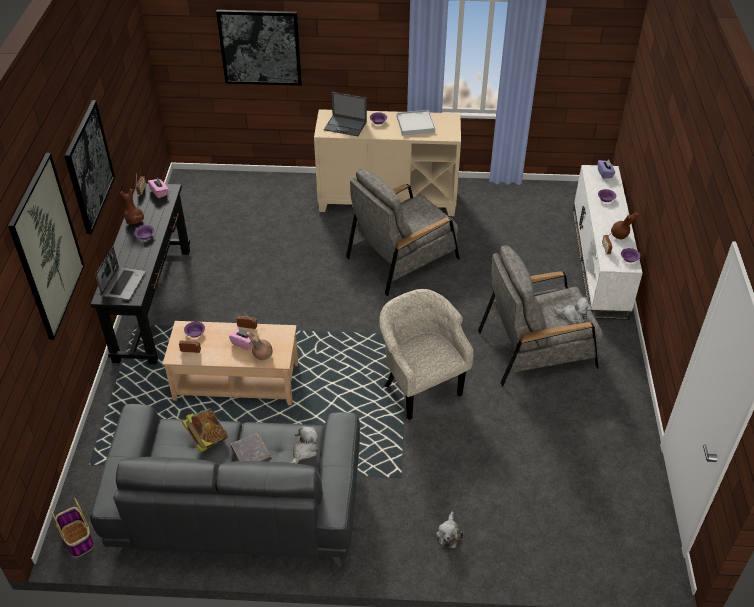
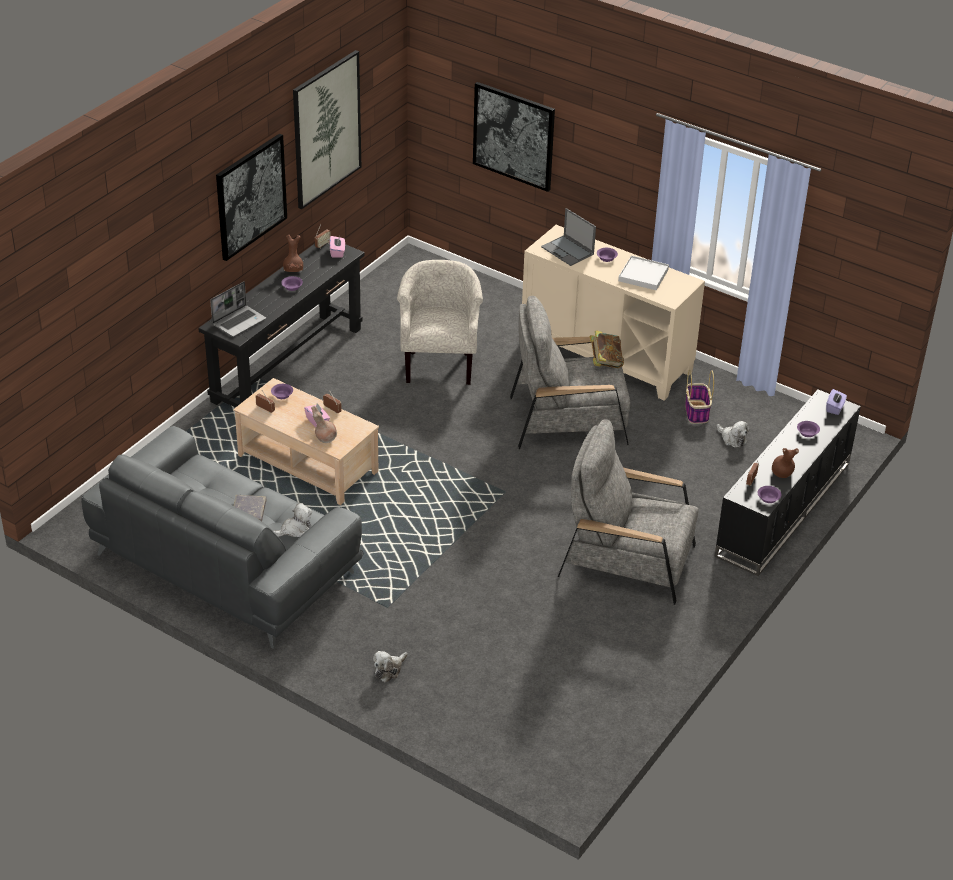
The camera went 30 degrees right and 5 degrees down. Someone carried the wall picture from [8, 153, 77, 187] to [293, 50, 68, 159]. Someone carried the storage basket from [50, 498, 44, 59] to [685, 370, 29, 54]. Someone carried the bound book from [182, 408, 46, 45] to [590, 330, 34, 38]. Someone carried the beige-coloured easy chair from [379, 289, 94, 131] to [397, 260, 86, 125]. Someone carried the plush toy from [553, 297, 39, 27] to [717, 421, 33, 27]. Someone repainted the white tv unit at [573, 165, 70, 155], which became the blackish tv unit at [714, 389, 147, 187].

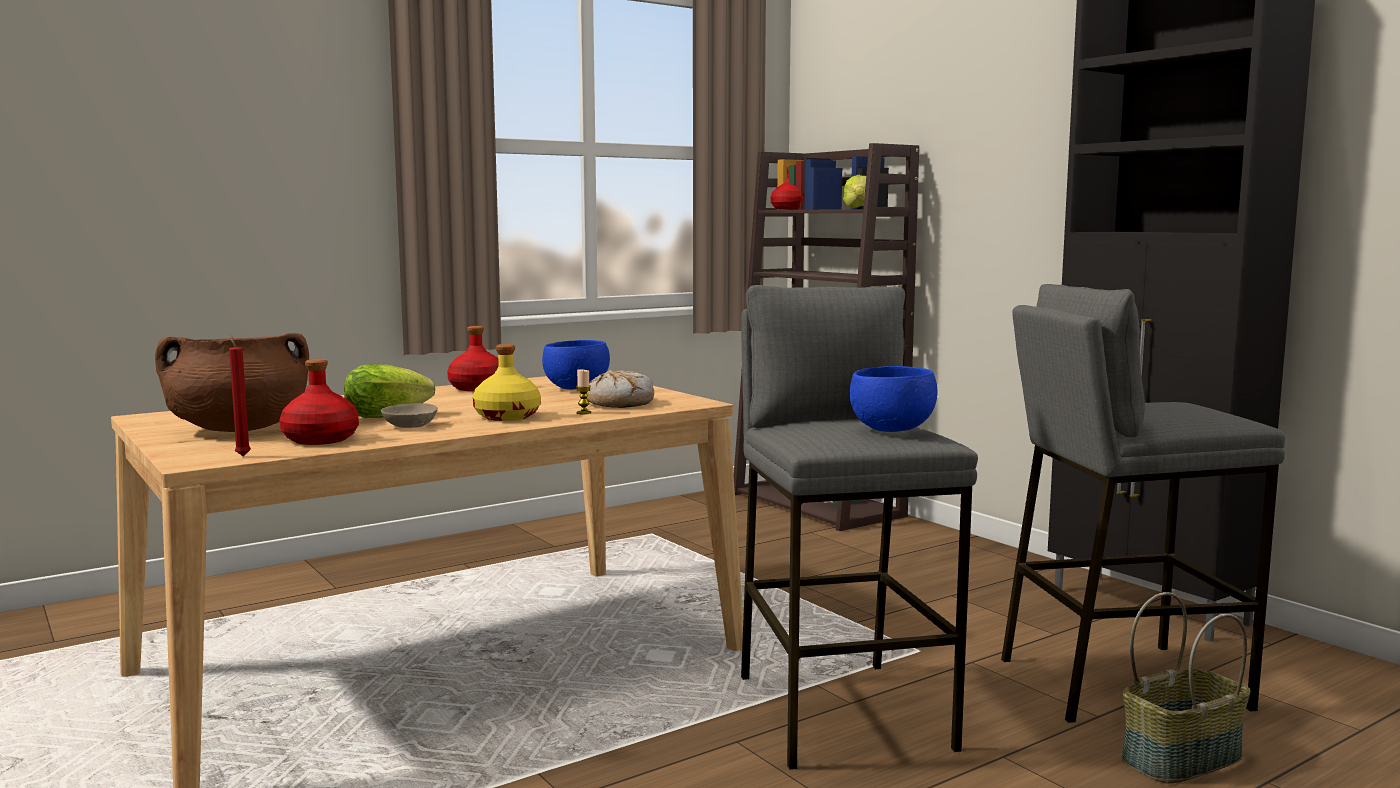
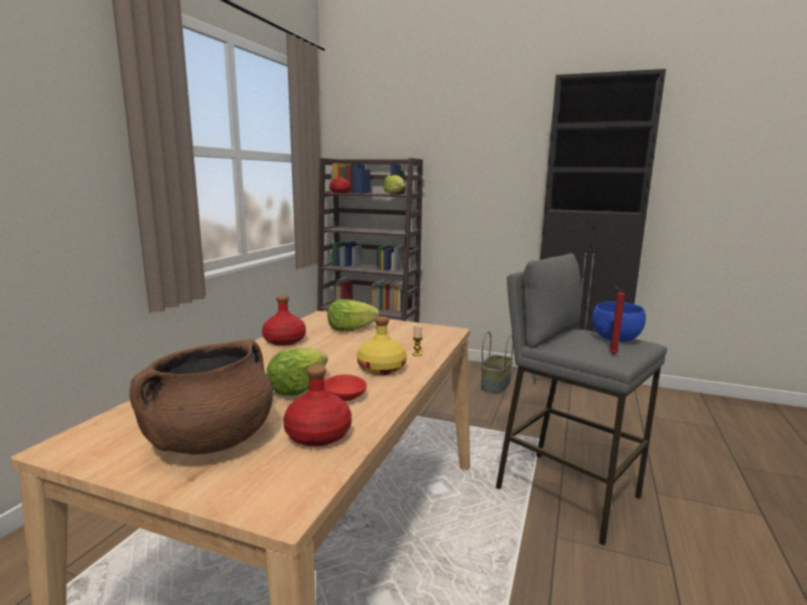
The camera went 35 degrees left and 5 degrees up. Someone carried the red-coloured wax candle from [229, 335, 22, 121] to [609, 286, 16, 69]. Someone repainted the beige-coloured serving bowl at [381, 403, 57, 25], which became the red-coloured serving bowl at [324, 375, 43, 26]. Someone swapped the blue serving bowl at [542, 340, 68, 50] for the lettuce head at [327, 299, 52, 32]. Someone took away the bread at [587, 370, 67, 38]. Someone took away the gray stool seat at [1001, 284, 284, 439]. Someone carried the storage basket from [1122, 592, 129, 192] to [481, 331, 32, 63].

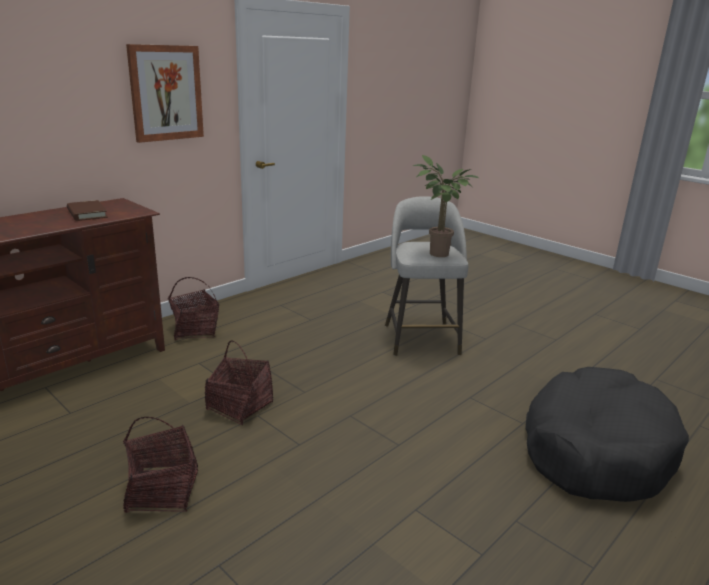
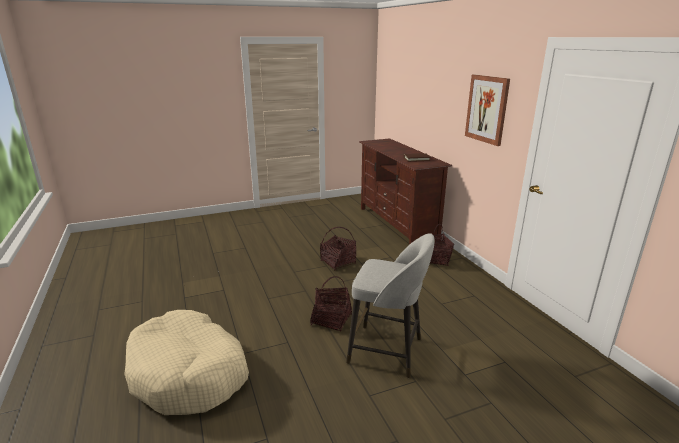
The camera went 115 degrees right and 0 degrees up. Someone carried the storage basket from [123, 417, 75, 96] to [310, 276, 42, 56]. Someone took away the potted plant at [413, 155, 66, 102]. Someone repainted the blackish dog cushion at [525, 367, 164, 135], which became the beige-coloured dog cushion at [125, 310, 124, 105].

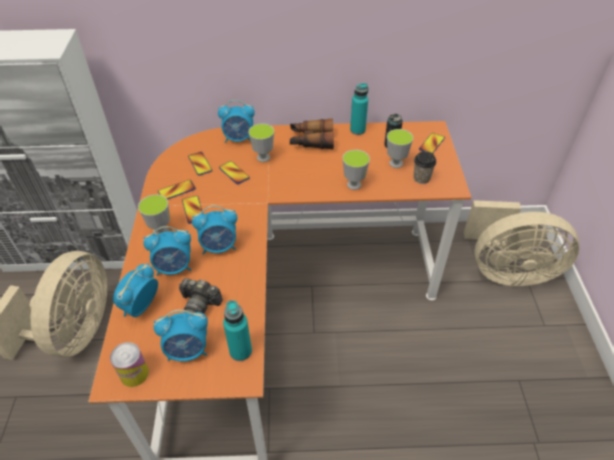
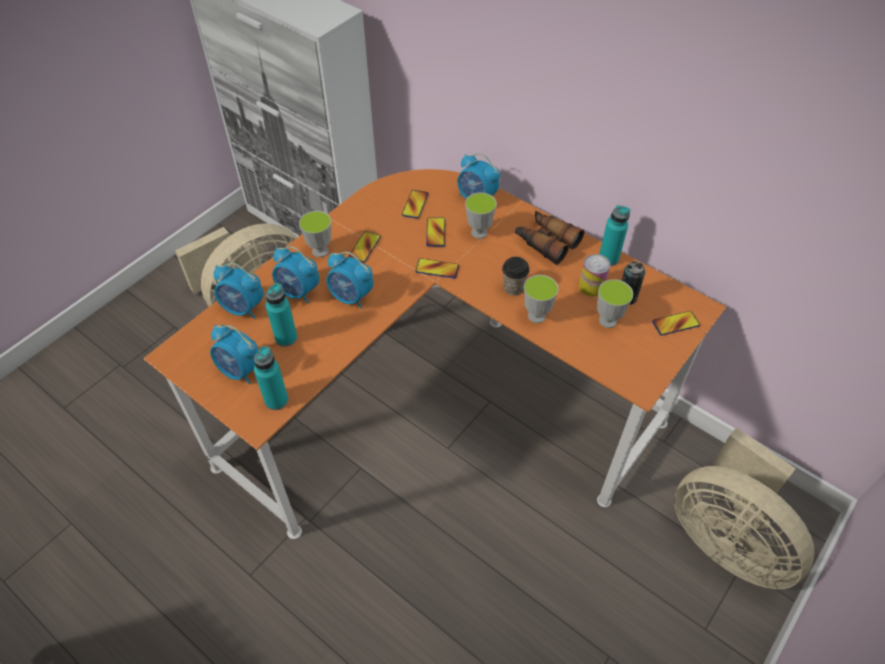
The camera went 40 degrees right and 5 degrees up. Someone carried the metal can from [110, 342, 39, 45] to [579, 254, 31, 43]. Someone rotated the table clock at [113, 263, 45, 54] by 135 degrees counterclockwise. Someone carried the telephone from [158, 180, 38, 19] to [415, 258, 44, 21]. Someone swapped the still camera at [179, 278, 44, 36] for the turquoise-coloured drink bottle at [266, 283, 31, 64]. Someone carried the drinking cup from [413, 152, 23, 32] to [502, 257, 28, 38].

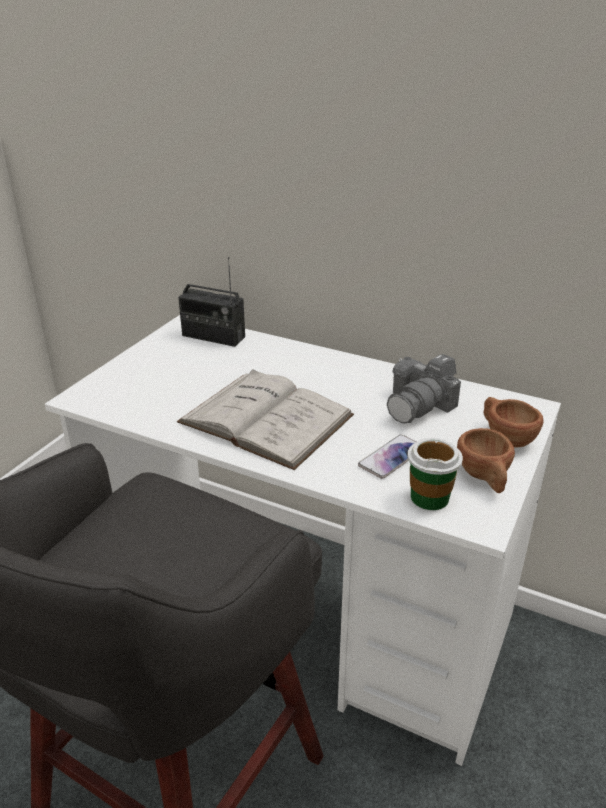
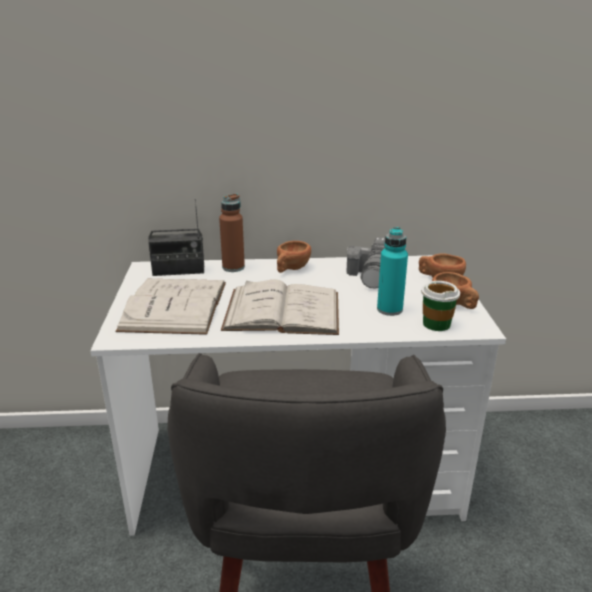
The camera went 30 degrees left and 5 degrees down. Someone swapped the telephone at [358, 435, 58, 44] for the turquoise-coloured drink bottle at [377, 227, 31, 89]. Someone put down the white bound book at [115, 279, 111, 56]. Someone put down the brown-coloured drink bottle at [219, 194, 26, 78]. Someone put down the brown-coloured drinking cup at [277, 241, 34, 32].

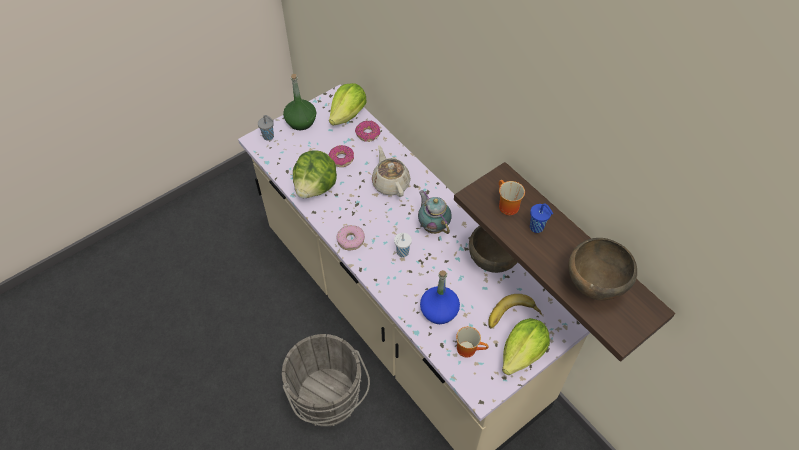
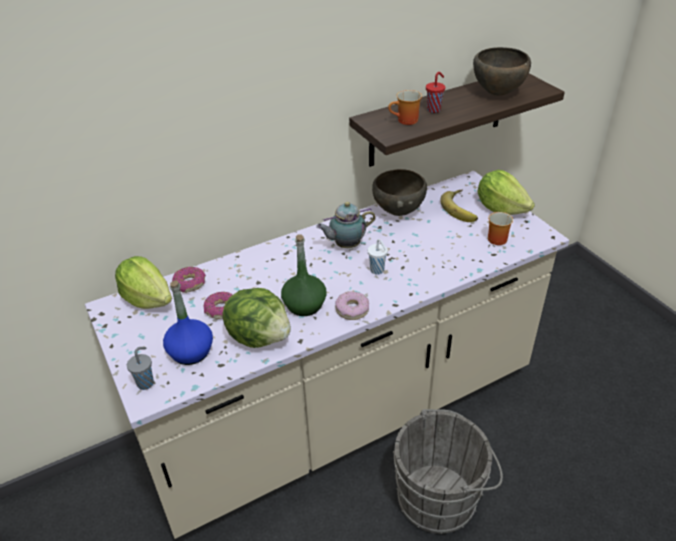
The camera went 80 degrees left and 15 degrees down. Someone carried the green-coloured drink bottle from [283, 74, 33, 56] to [281, 235, 46, 81]. Someone took away the beige-coloured tea pot at [372, 145, 39, 52]. Someone carried the blue drink bottle from [420, 270, 40, 54] to [163, 280, 50, 85]. Someone repainted the blue drinking cup at [530, 203, 23, 30], which became the red-coloured drinking cup at [426, 72, 20, 41].

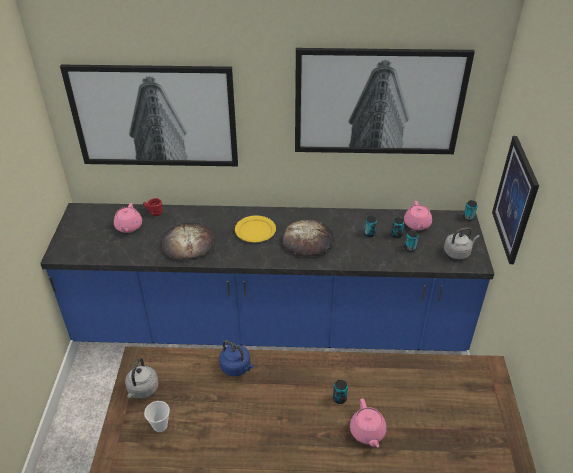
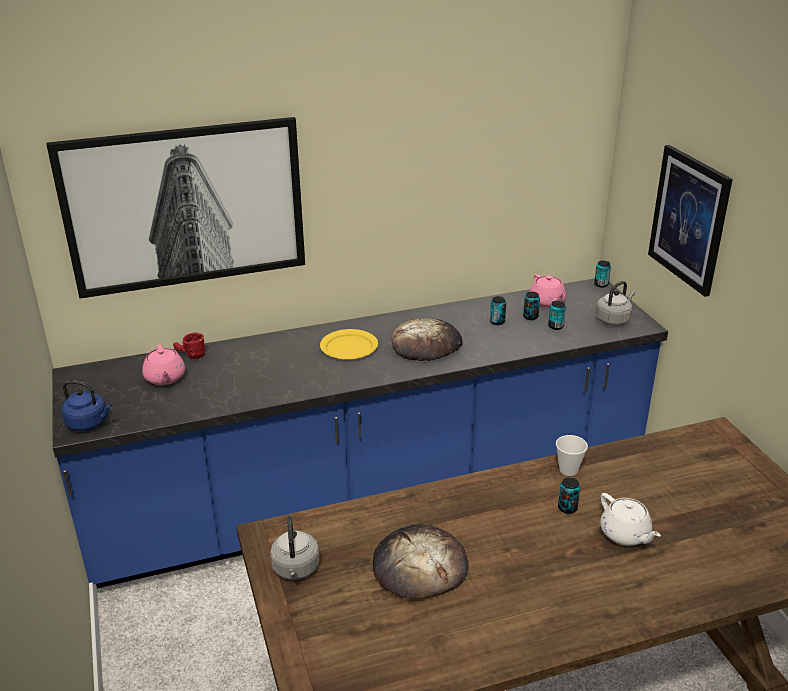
The camera went 20 degrees left and 10 degrees down. Someone carried the drinking cup from [144, 401, 26, 31] to [556, 435, 32, 41]. Someone carried the bread from [162, 222, 53, 38] to [373, 525, 96, 74]. Someone carried the blue tea kettle from [219, 340, 35, 36] to [62, 380, 50, 51]. Someone took away the wall picture at [295, 48, 180, 106]. Someone repainted the pink-coloured tea pot at [350, 398, 37, 49], which became the white tea pot at [600, 493, 61, 53].

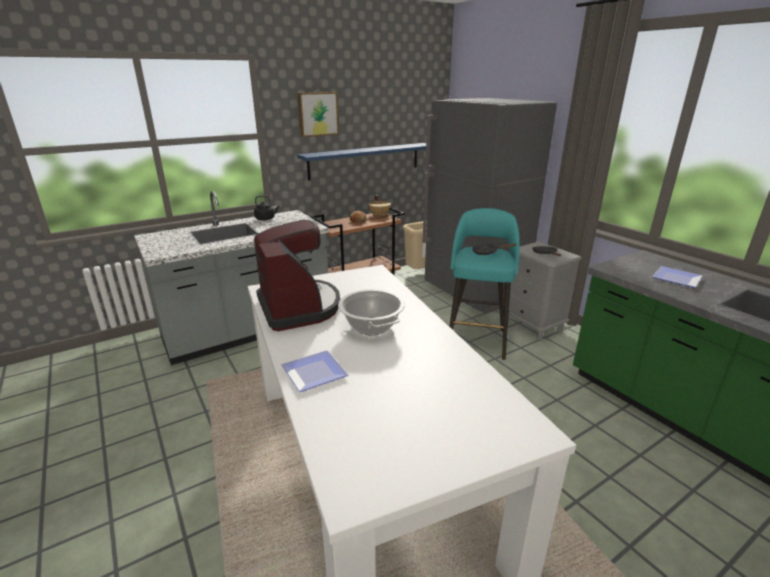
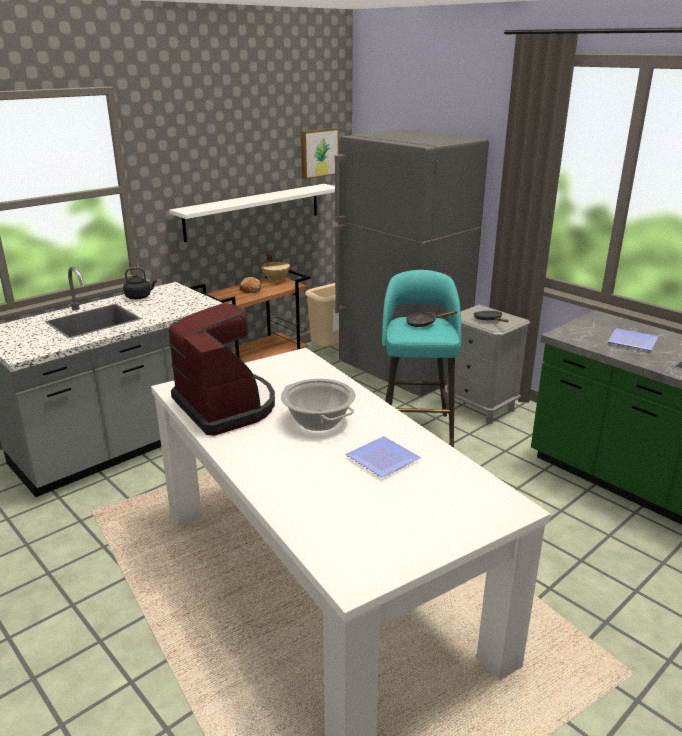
The camera went 10 degrees left and 0 degrees up. Someone carried the dinner plate from [281, 350, 67, 42] to [345, 436, 76, 42]. Someone repainted the blue bracket shelf at [297, 143, 129, 38], which became the white bracket shelf at [169, 184, 166, 58]. Someone carried the wall picture from [298, 92, 41, 45] to [301, 128, 38, 51].

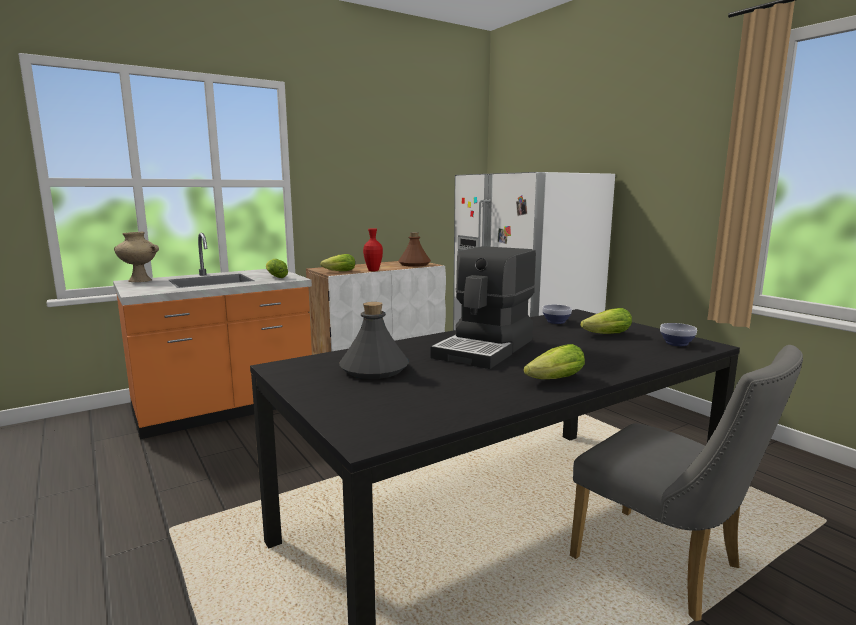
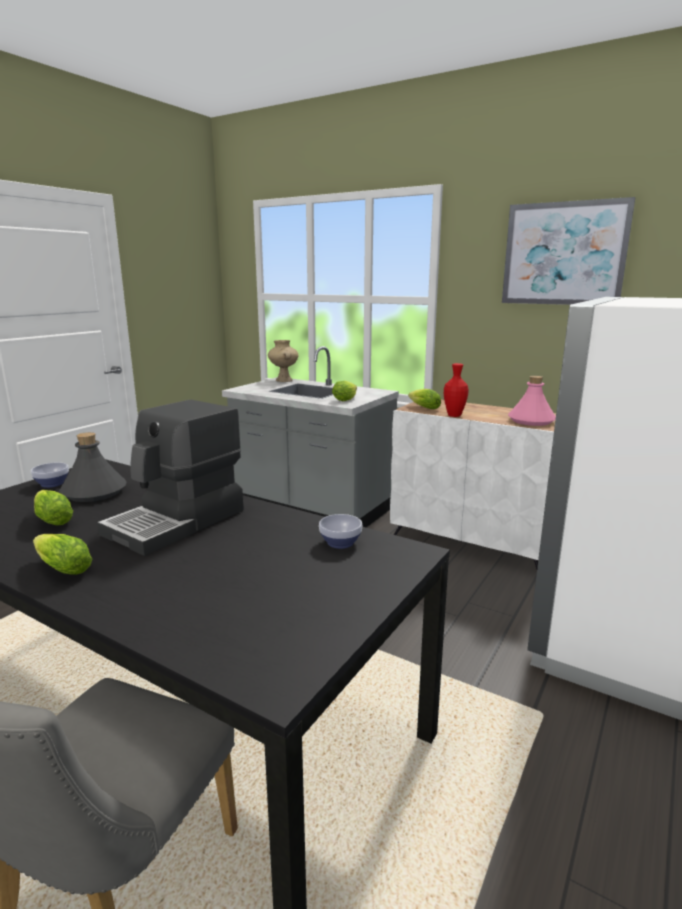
The camera went 65 degrees right and 5 degrees up. Someone repainted the orangey counter at [113, 233, 199, 206], which became the gray counter at [222, 346, 177, 181]. Someone repainted the brown-coloured drink bottle at [398, 232, 33, 35], which became the pink-coloured drink bottle at [508, 376, 48, 50]. Someone rotated the coffee maker at [431, 246, 105, 123] by 60 degrees counterclockwise. Someone carried the lettuce head from [580, 308, 52, 26] to [34, 490, 39, 35]. Someone carried the serving bowl from [660, 323, 37, 23] to [31, 462, 38, 26]. Someone put up the wall picture at [502, 197, 133, 108].

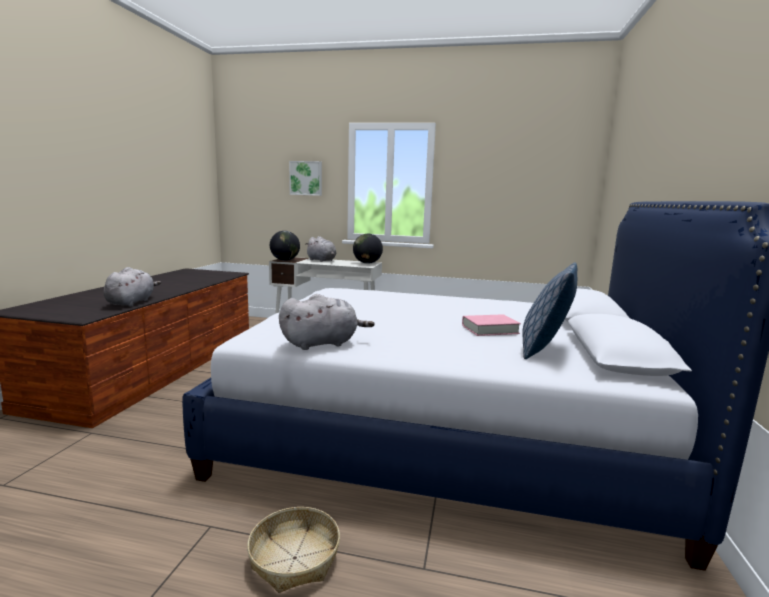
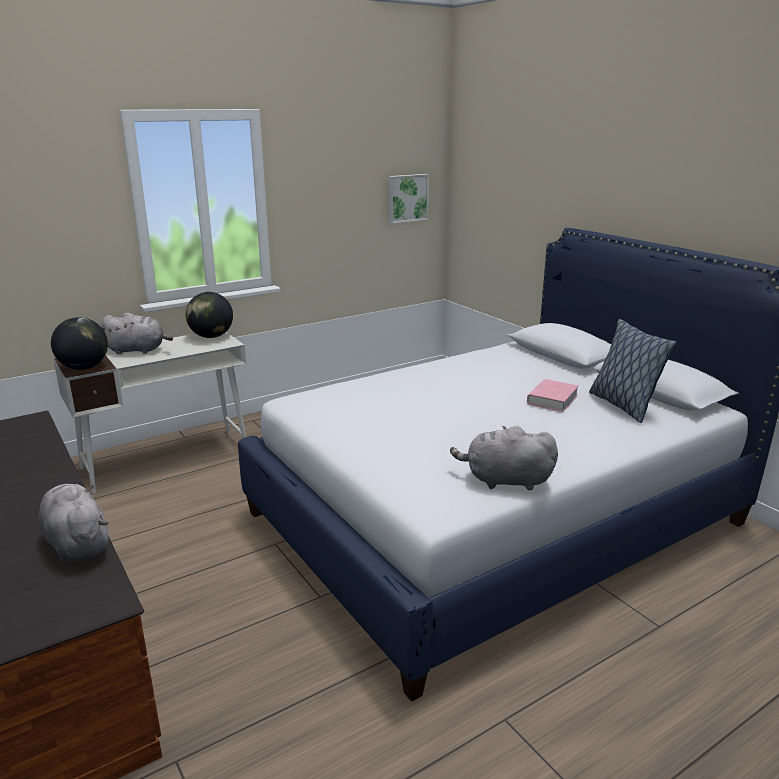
The camera went 45 degrees left and 10 degrees up. Someone took away the storage basket at [247, 507, 93, 86]. Someone rotated the gray plush toy at [279, 294, 96, 56] by 105 degrees counterclockwise. Someone carried the wall picture from [289, 161, 33, 35] to [389, 174, 40, 50].

